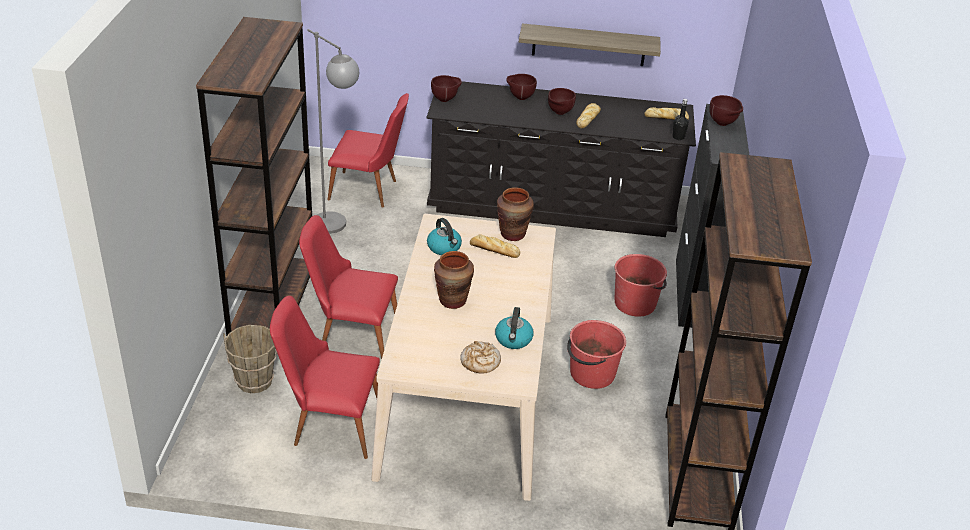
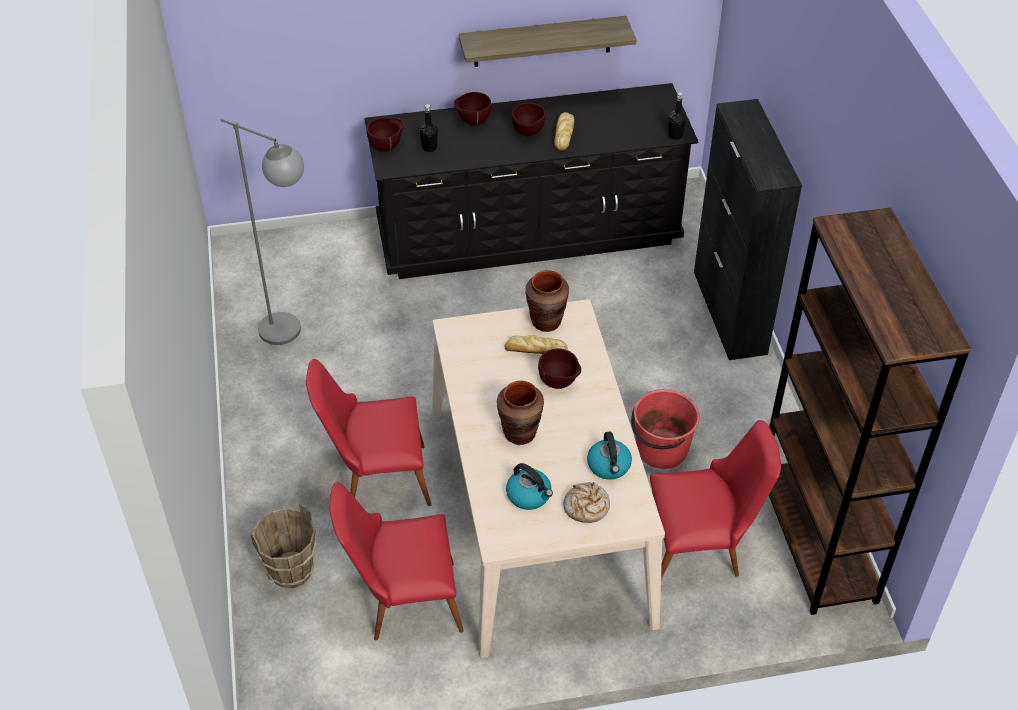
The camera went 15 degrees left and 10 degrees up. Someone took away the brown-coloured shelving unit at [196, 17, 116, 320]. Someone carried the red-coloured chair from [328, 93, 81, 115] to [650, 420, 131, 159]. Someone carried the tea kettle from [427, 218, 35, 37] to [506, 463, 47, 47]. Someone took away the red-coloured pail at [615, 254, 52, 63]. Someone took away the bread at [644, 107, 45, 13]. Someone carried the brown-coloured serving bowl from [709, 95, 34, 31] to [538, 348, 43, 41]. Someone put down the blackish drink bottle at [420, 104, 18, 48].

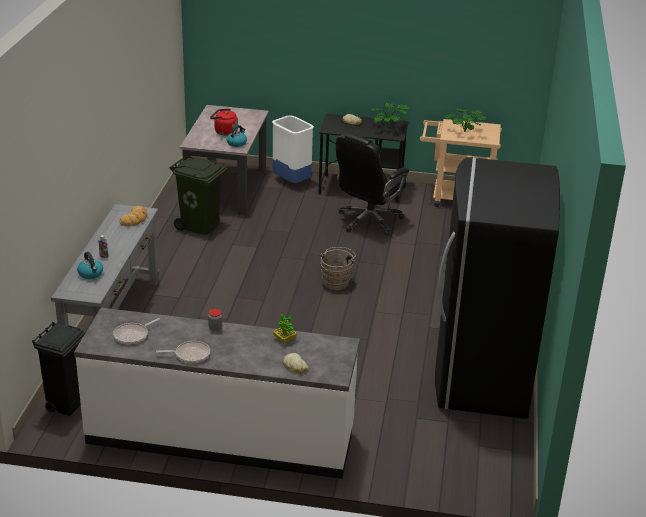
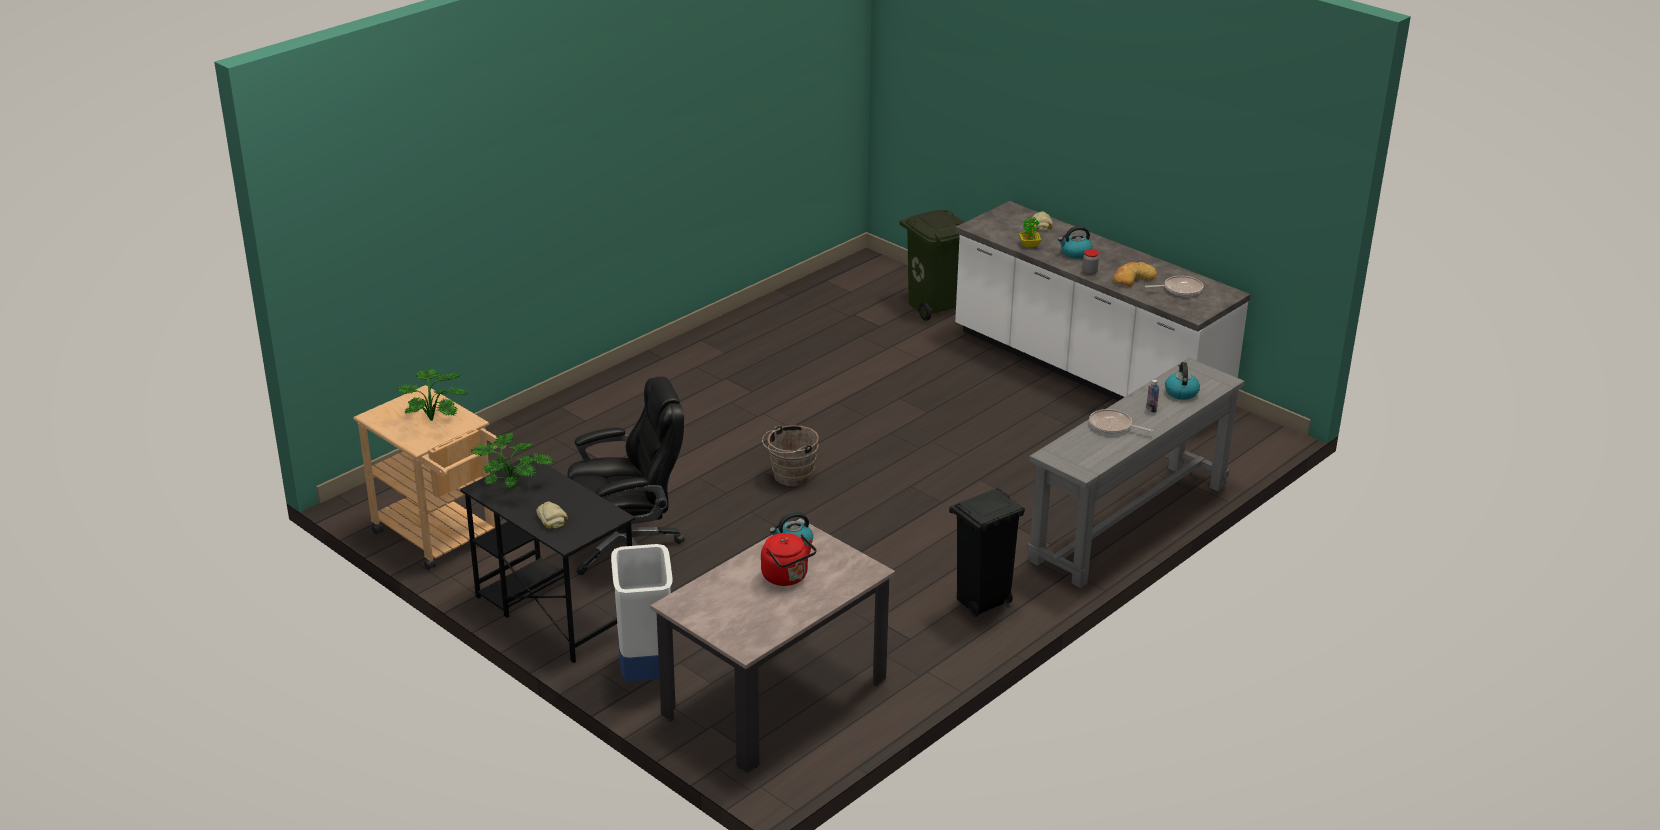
The camera went 145 degrees left and 0 degrees up. Someone carried the blackish waste bin from [32, 322, 54, 94] to [949, 488, 76, 129]. Someone carried the bread from [119, 206, 28, 20] to [1113, 262, 44, 25]. Someone carried the frying pan from [156, 341, 54, 22] to [1089, 409, 64, 25]. Someone carried the green-coloured waste bin from [170, 156, 57, 79] to [899, 210, 66, 111]. Someone took away the blackish refrigerator at [435, 157, 125, 262]. Someone put down the tea kettle at [1058, 226, 34, 33].

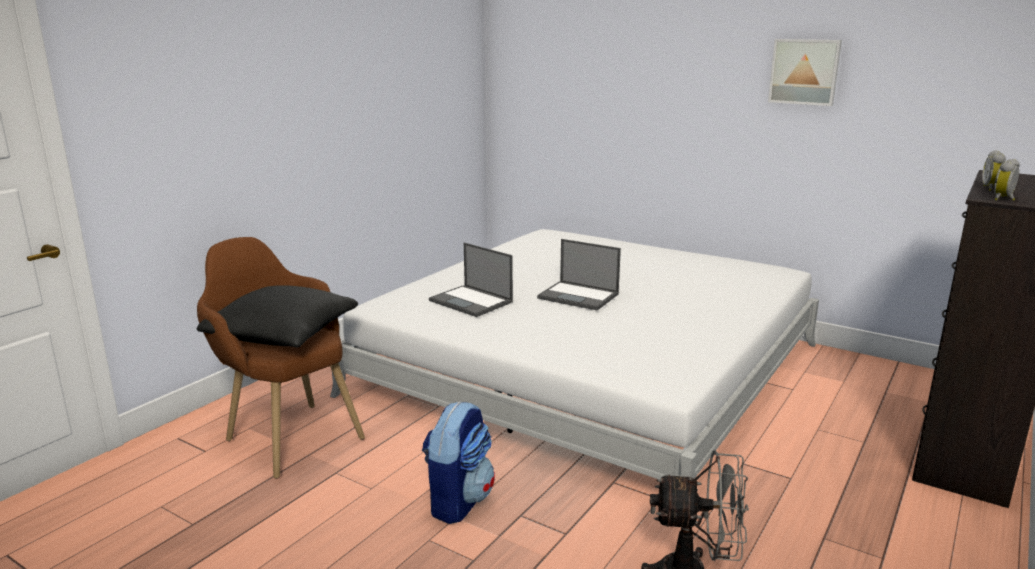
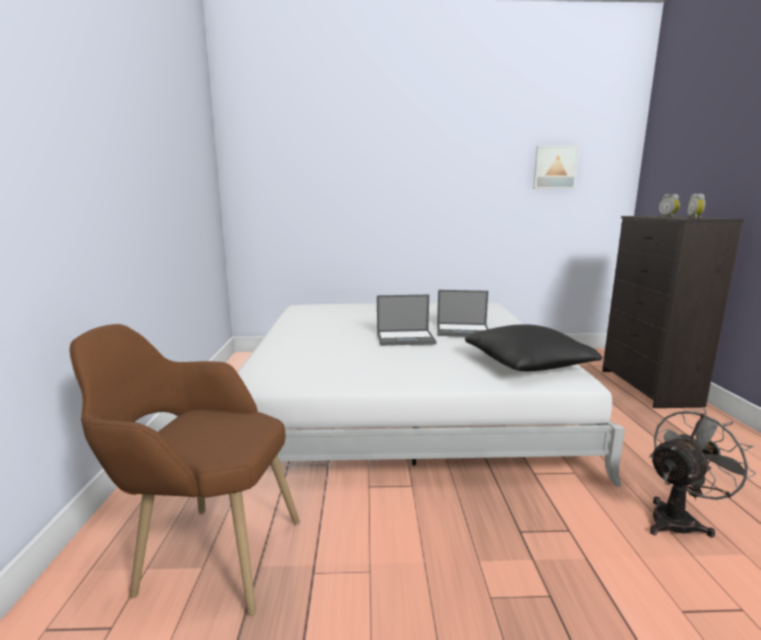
The camera went 35 degrees left and 5 degrees down. Someone carried the blackish throw pillow from [197, 285, 161, 62] to [465, 324, 137, 47]. Someone took away the backpack at [422, 401, 73, 123]. Someone carried the notebook computer from [429, 243, 84, 74] to [437, 290, 51, 47]. Someone carried the wall picture from [768, 39, 74, 67] to [533, 146, 46, 43].

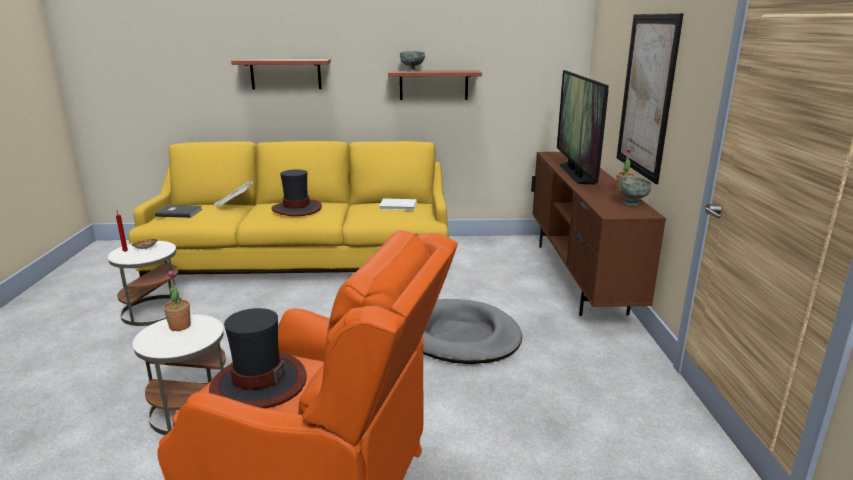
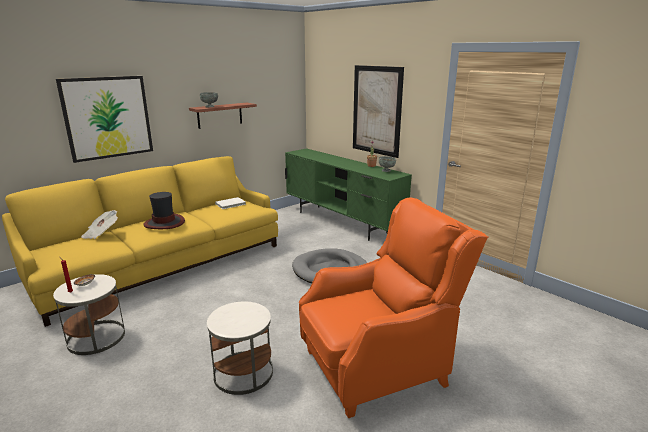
The camera went 40 degrees left and 0 degrees up. Someone took away the gray bound book at [155, 205, 48, 13]. Someone took away the potted plant at [163, 270, 28, 61]. Someone took away the clothing hat at [209, 308, 98, 100]. Someone swapped the bracket shelf at [231, 59, 100, 30] for the wall picture at [56, 76, 97, 87]. Someone repainted the brown-coloured tv unit at [531, 152, 135, 164], which became the green-coloured tv unit at [285, 148, 127, 93]. Someone took away the TV set at [557, 70, 52, 115].

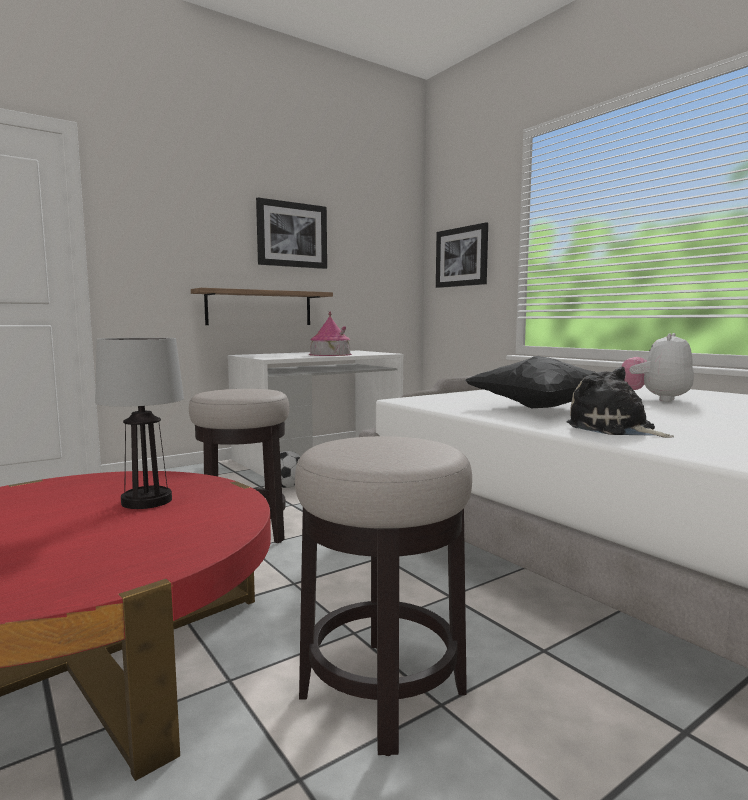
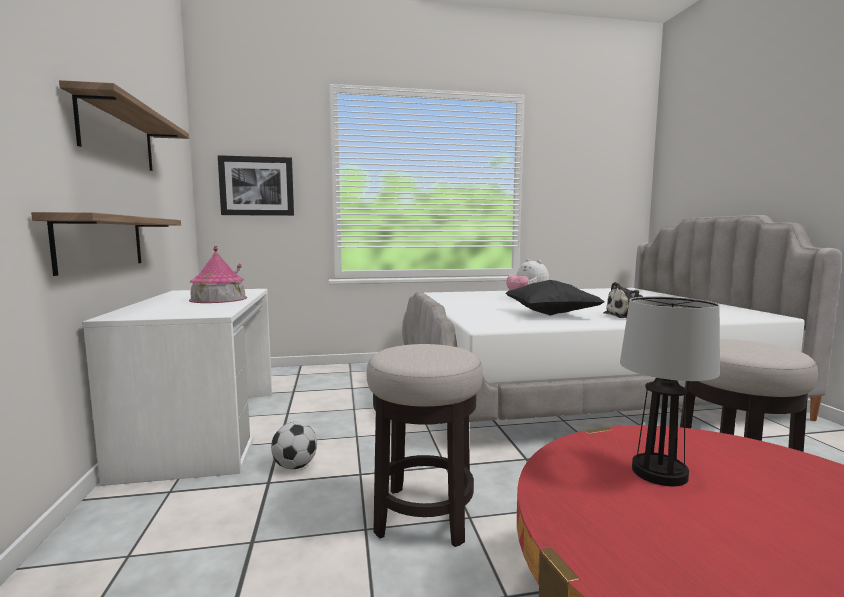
The camera went 65 degrees left and 0 degrees up. Someone swapped the wall picture at [256, 197, 71, 72] for the bracket shelf at [59, 80, 130, 91].

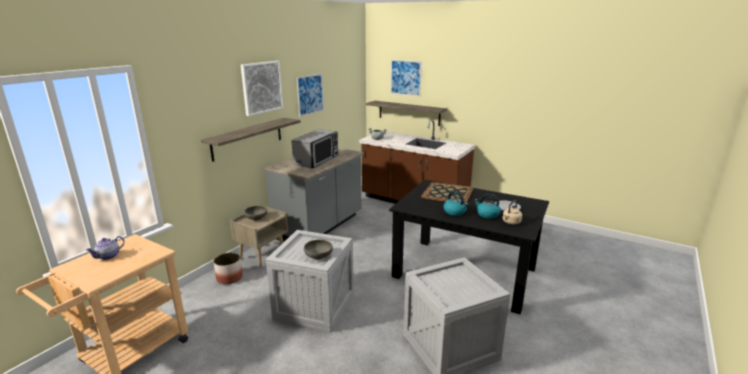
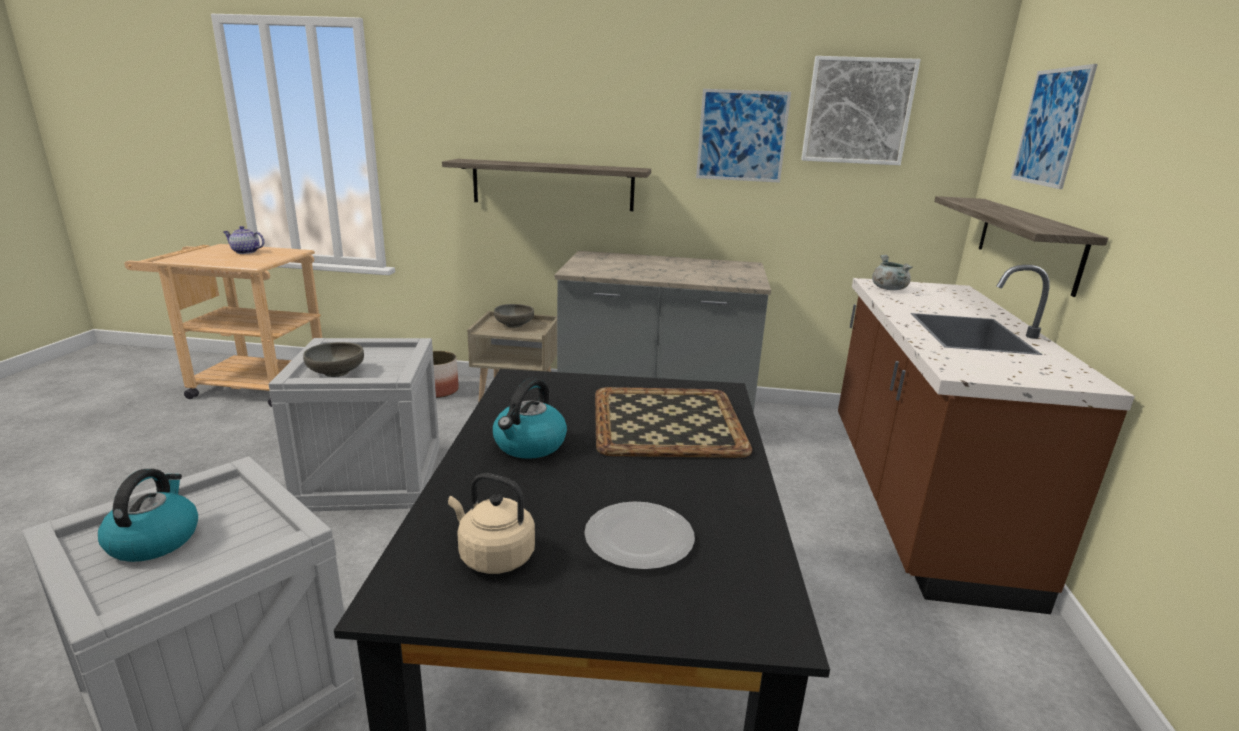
The camera went 65 degrees right and 0 degrees up. Someone carried the wall picture from [241, 61, 42, 55] to [801, 56, 120, 109]. Someone took away the kitchen microwave at [292, 129, 46, 39]. Someone carried the tea kettle from [474, 194, 27, 25] to [98, 469, 100, 93].

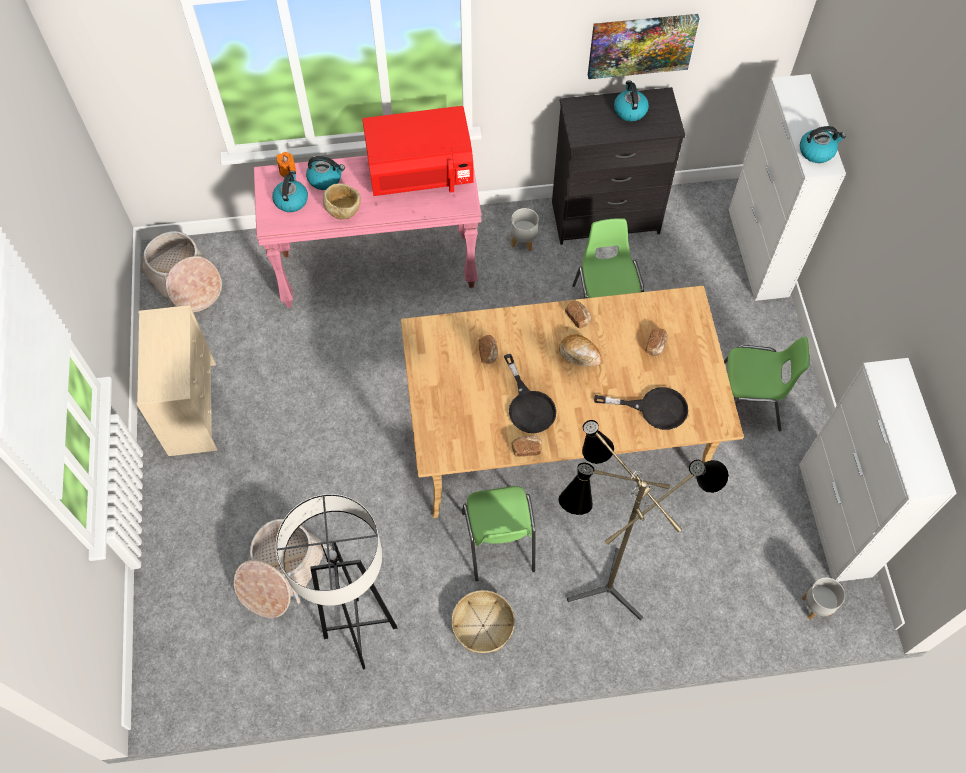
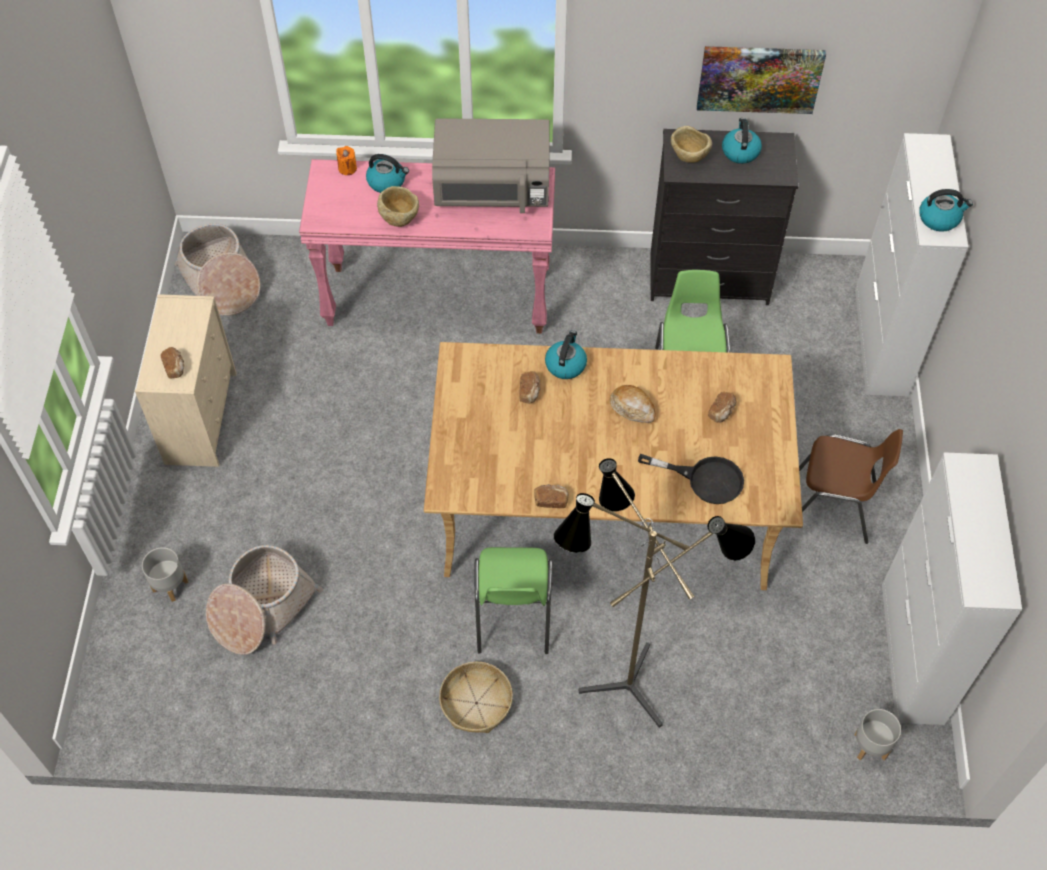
The camera went 10 degrees right and 5 degrees down. Someone carried the tea kettle from [272, 170, 36, 42] to [545, 330, 42, 49]. Someone took away the gray floor lamp at [276, 494, 121, 175]. Someone repainted the red-coloured kitchen microwave at [362, 106, 112, 90], which became the gray kitchen microwave at [432, 118, 117, 95]. Someone took away the blackish frying pan at [504, 354, 52, 79]. Someone carried the gray plant pot from [511, 208, 28, 43] to [142, 547, 46, 55]. Someone carried the bread from [565, 300, 26, 28] to [161, 347, 23, 31]. Someone repainted the green-coloured chair at [724, 337, 85, 94], which became the brown-coloured chair at [799, 429, 104, 115]. Someone put down the beige-coloured serving bowl at [671, 126, 41, 37].

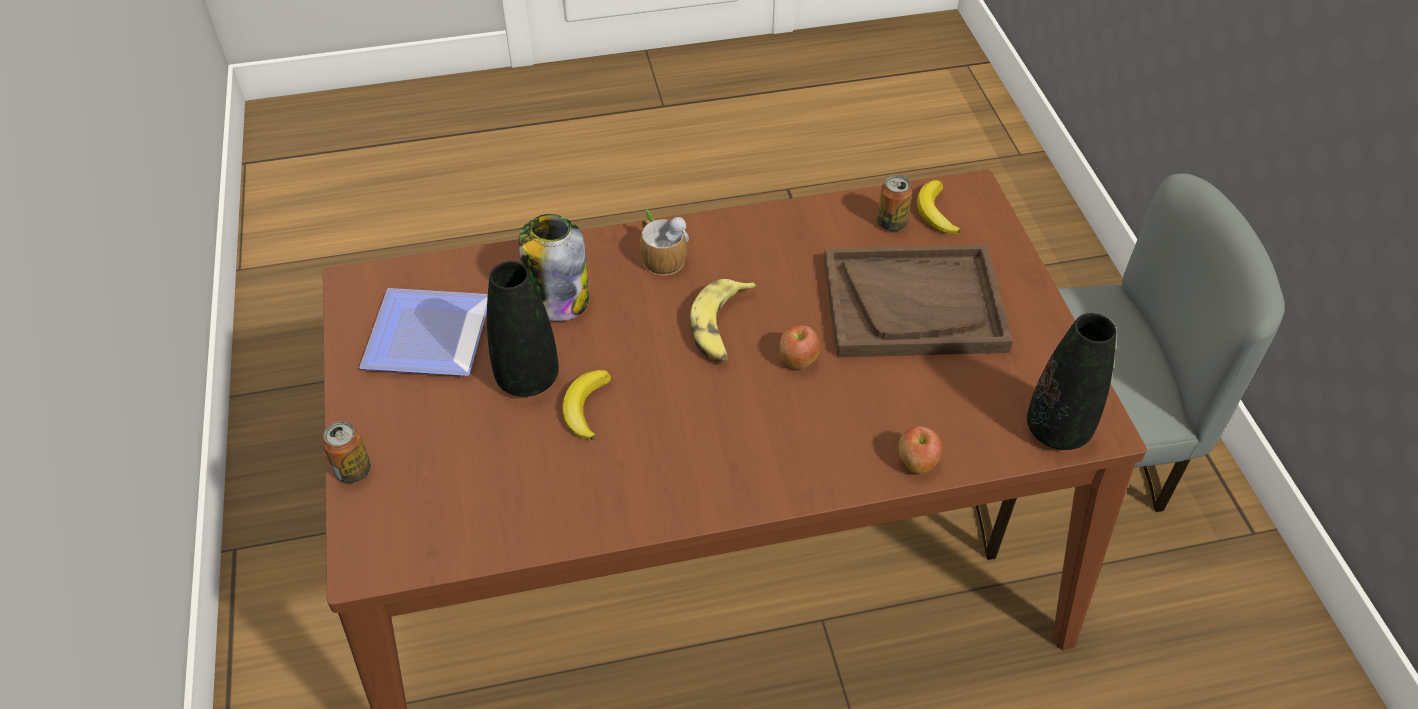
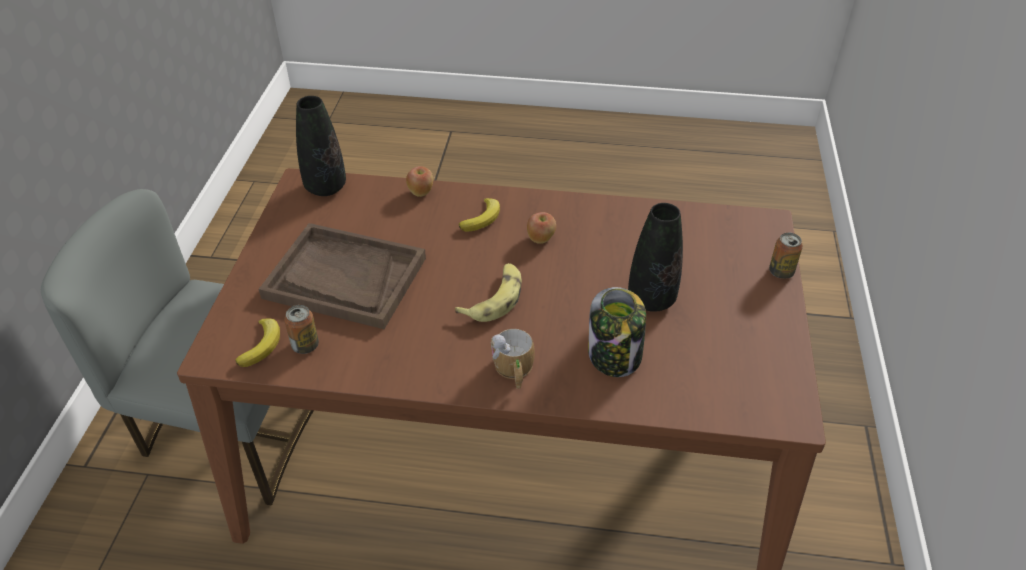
The camera went 160 degrees left and 5 degrees down. Someone took away the dinner plate at [359, 288, 129, 88]. Someone carried the banana from [562, 370, 49, 70] to [459, 198, 41, 33]. Someone carried the whole apple from [780, 325, 40, 44] to [527, 212, 29, 32].

